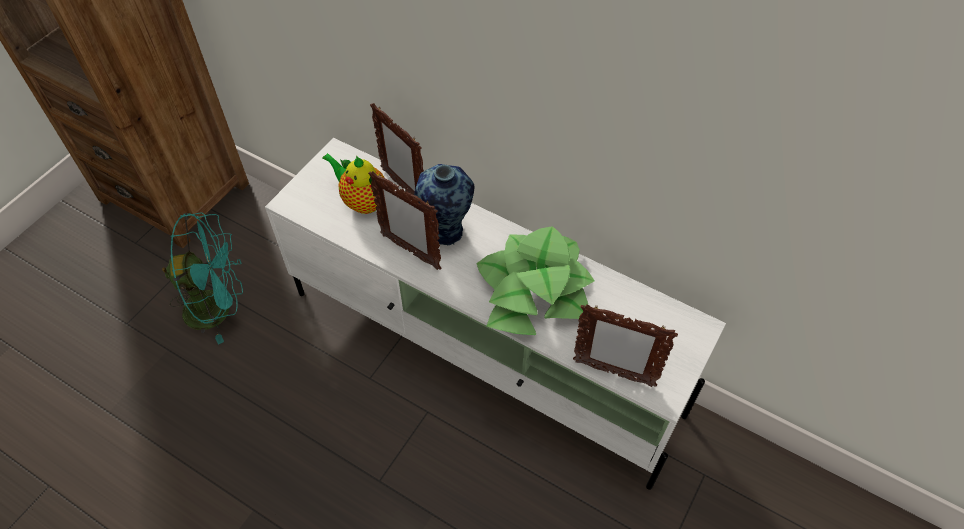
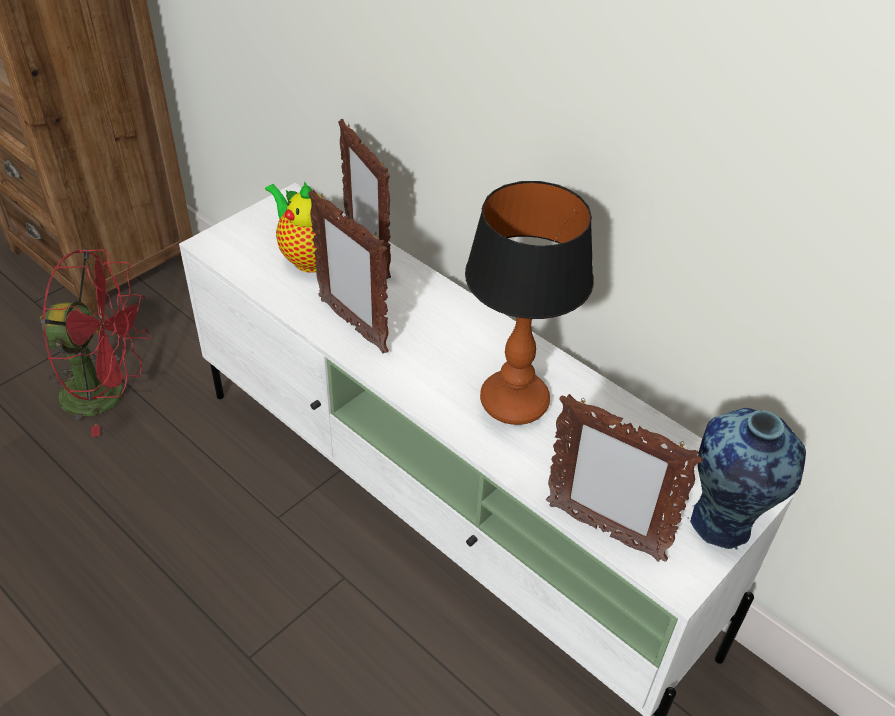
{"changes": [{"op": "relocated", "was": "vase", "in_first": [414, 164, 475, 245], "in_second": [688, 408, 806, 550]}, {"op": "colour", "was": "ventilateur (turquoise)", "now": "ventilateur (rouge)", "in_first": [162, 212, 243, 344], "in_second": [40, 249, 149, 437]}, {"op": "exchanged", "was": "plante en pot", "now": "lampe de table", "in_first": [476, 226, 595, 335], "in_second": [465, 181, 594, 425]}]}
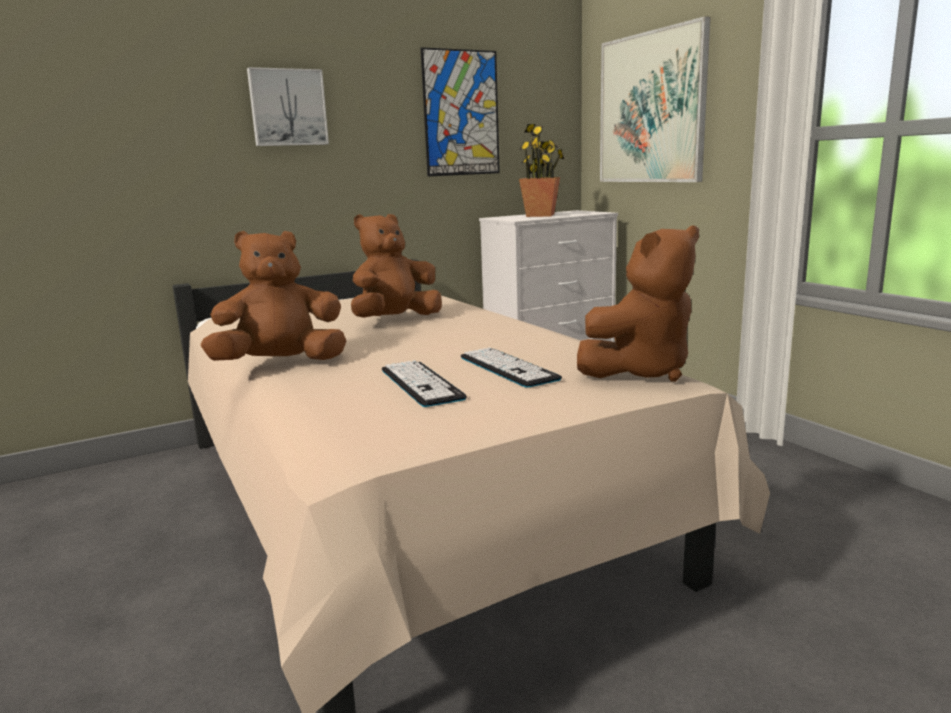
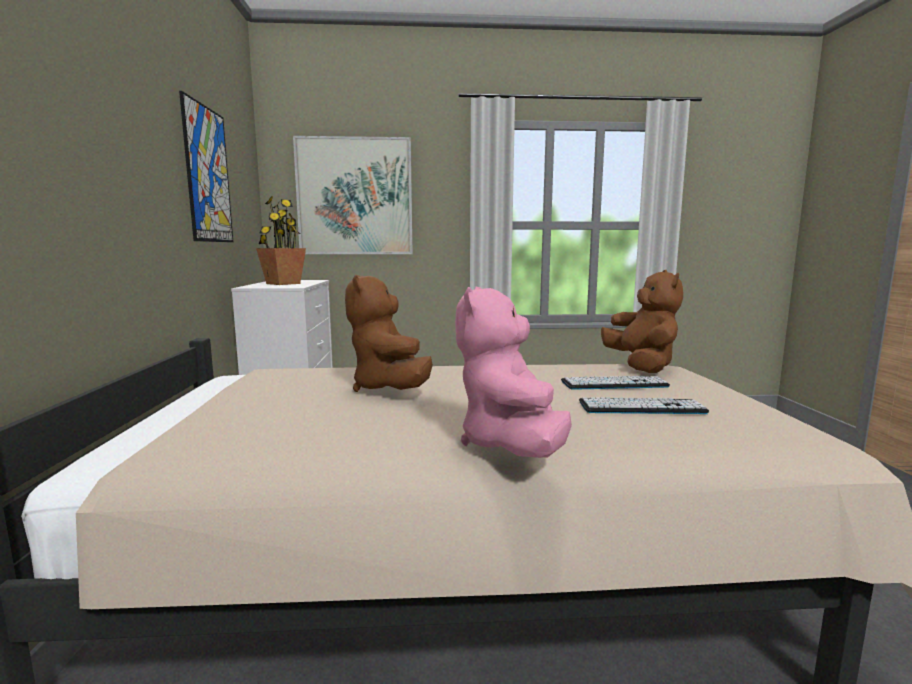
{"changes": [{"op": "missing", "was": "tableau", "in_first": [247, 67, 329, 146]}, {"op": "colour", "was": "peluche (marron)", "now": "peluche (rose)", "in_first": [201, 231, 347, 361], "in_second": [455, 287, 572, 458]}]}
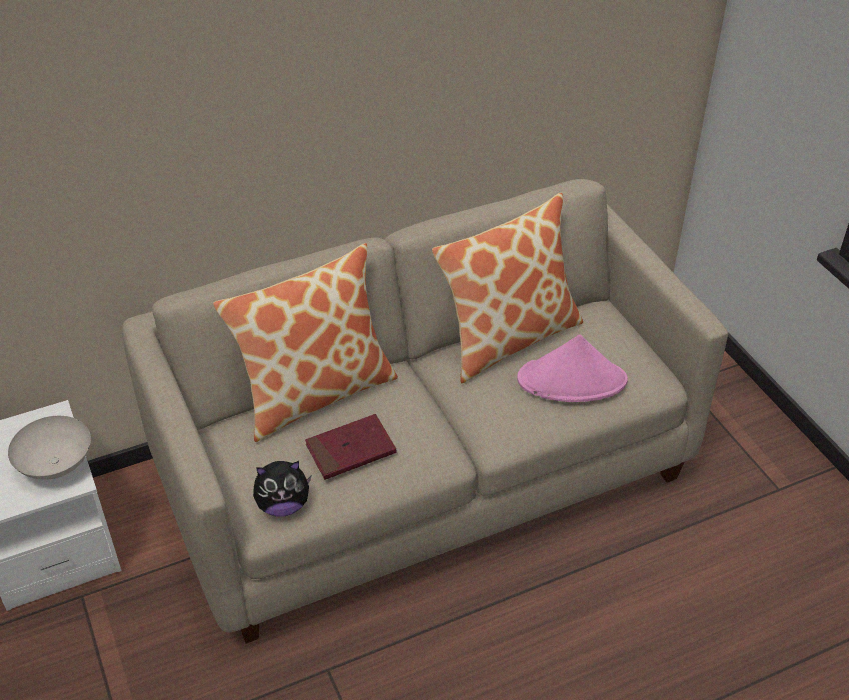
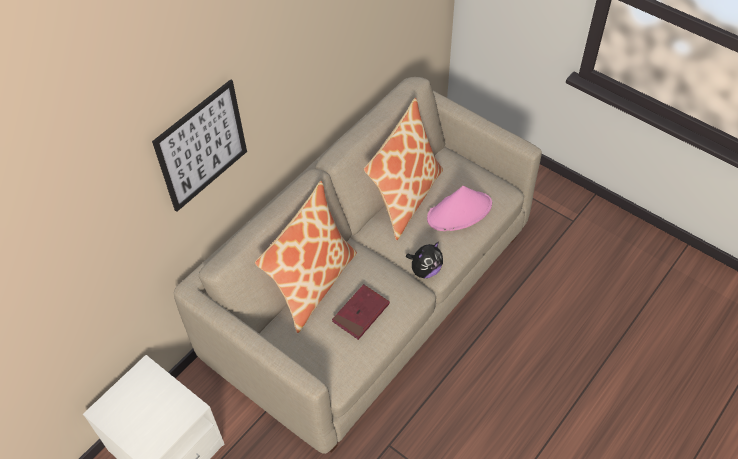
{"changes": [{"op": "missing", "was": "bol (blanc)", "in_first": [8, 416, 91, 480]}, {"op": "relocated", "was": "peluche", "in_first": [253, 461, 311, 517], "in_second": [406, 242, 443, 278]}, {"op": "appeared", "now": "tableau", "in_second": [152, 79, 247, 212]}]}
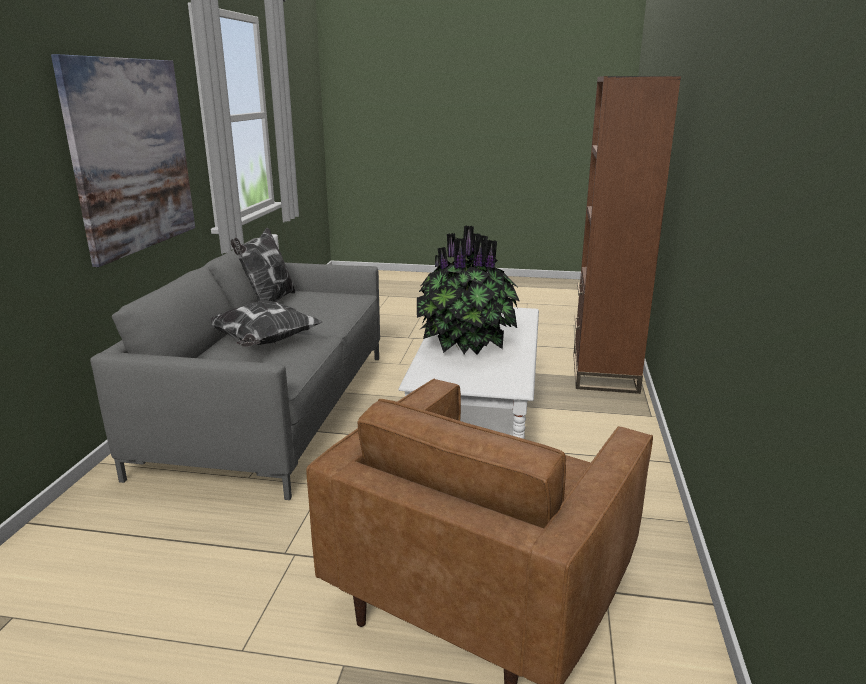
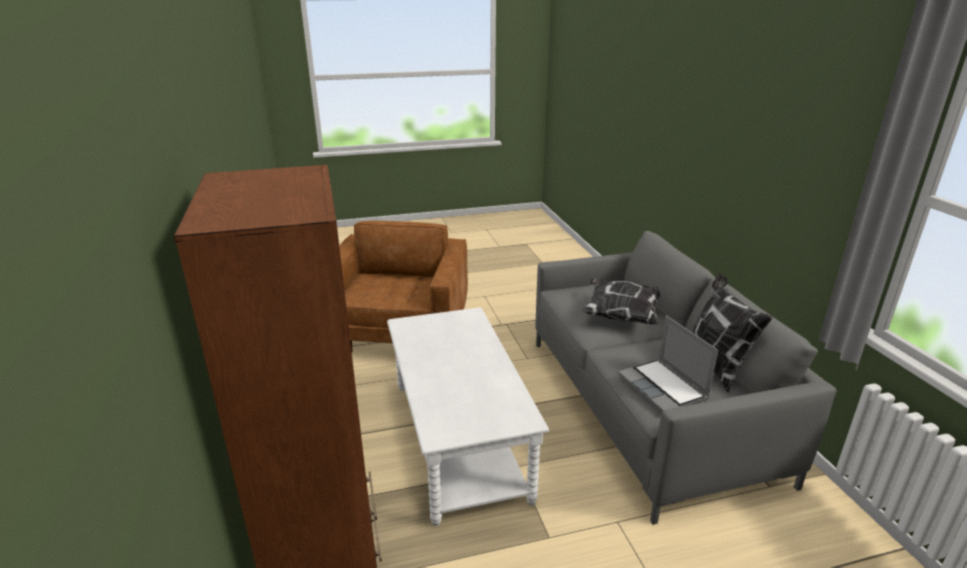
{"changes": [{"op": "missing", "was": "tableau", "in_first": [51, 54, 195, 267]}, {"op": "missing", "was": "plante en pot", "in_first": [417, 225, 520, 355]}, {"op": "appeared", "now": "ordinateur portable", "in_second": [618, 316, 718, 412]}]}
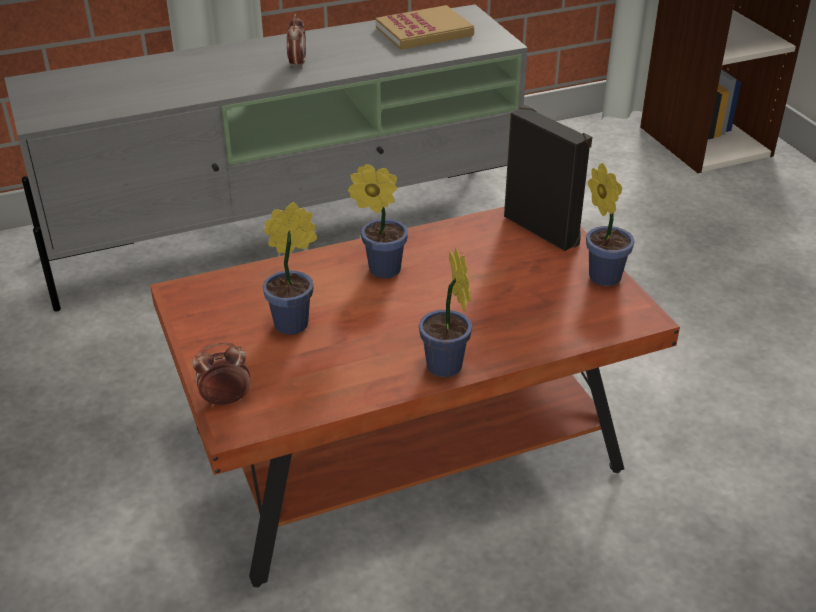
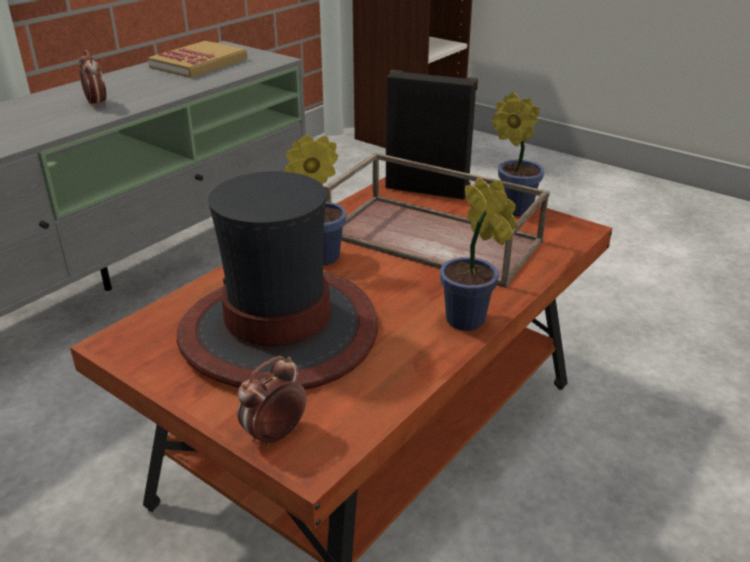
{"changes": [{"op": "exchanged", "was": "plante en pot", "now": "chapeau", "in_first": [262, 202, 317, 335], "in_second": [177, 171, 378, 390]}, {"op": "appeared", "now": "plateau (marron)", "in_second": [325, 152, 550, 288]}]}
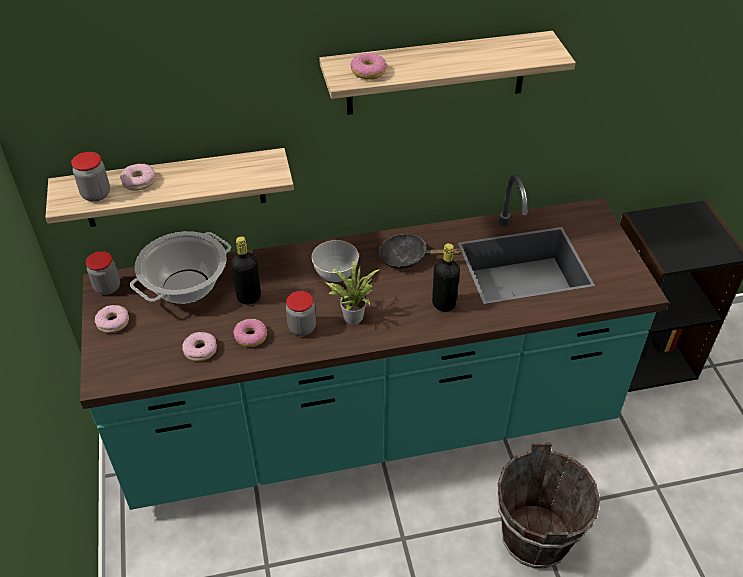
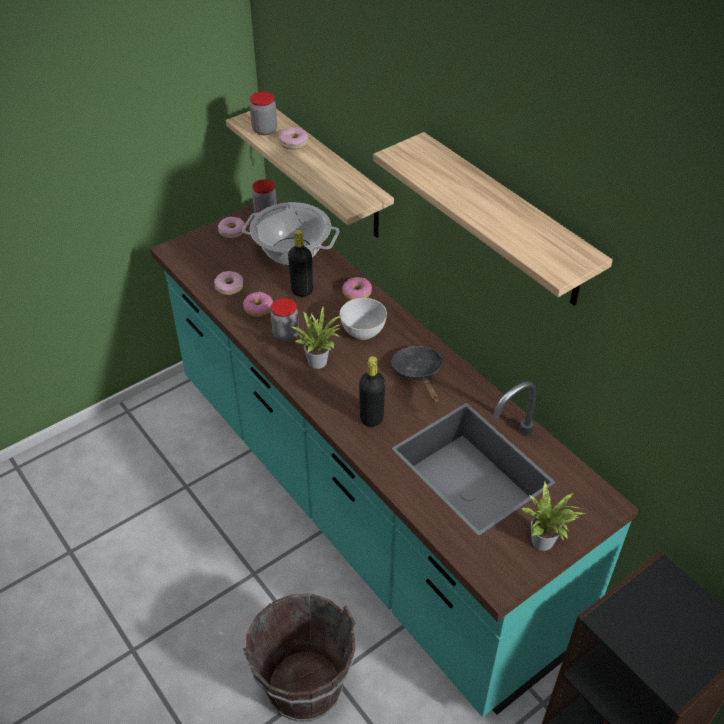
{"changes": [{"op": "relocated", "was": "beignet", "in_first": [351, 53, 387, 80], "in_second": [342, 277, 372, 300]}, {"op": "appeared", "now": "plante en pot", "in_second": [521, 482, 586, 551]}]}
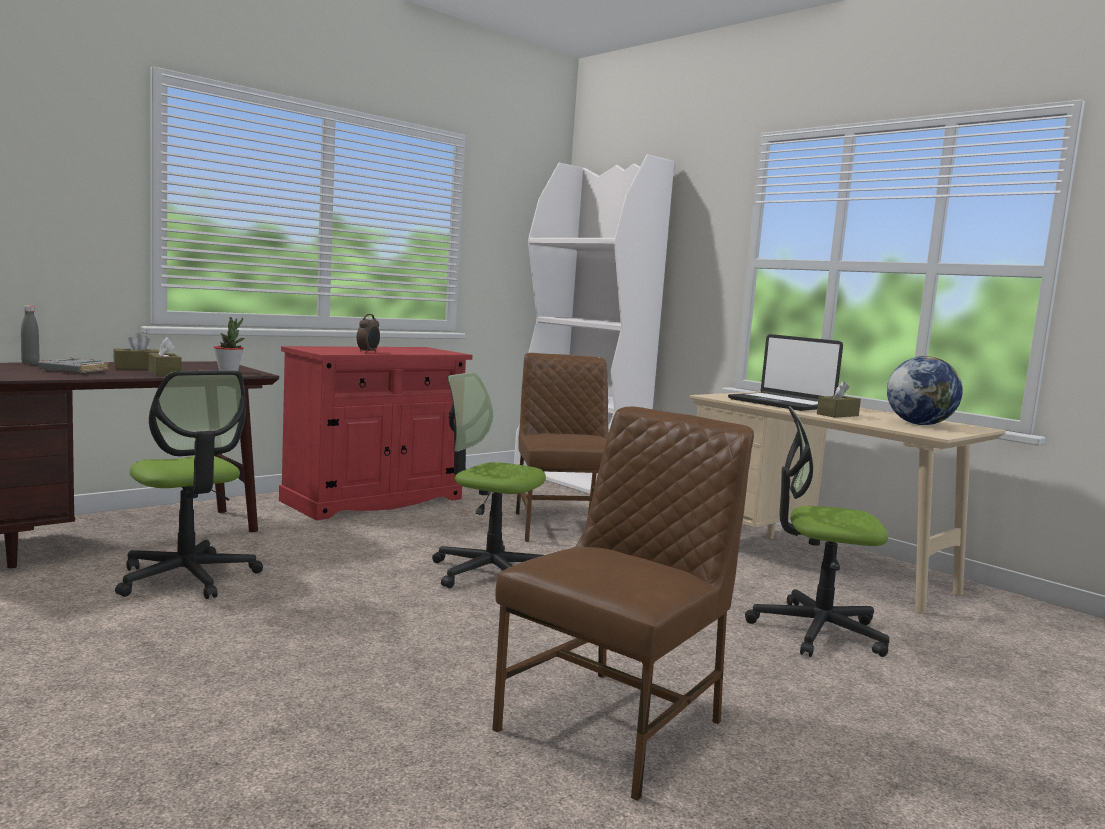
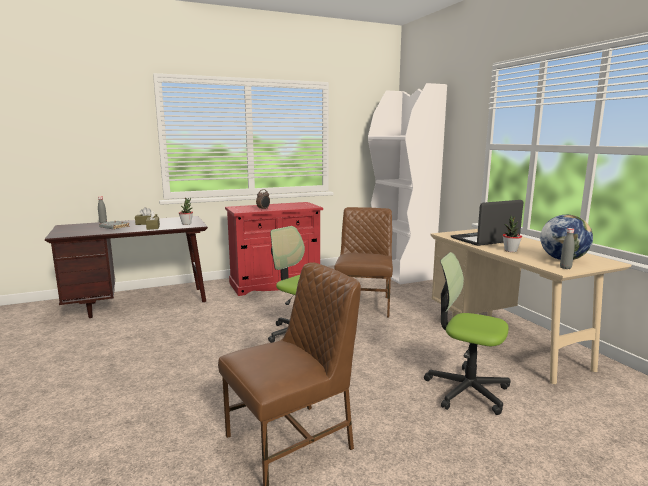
{"changes": [{"op": "spun", "was": "ordinateur portable", "in_first": [728, 334, 843, 411], "in_second": [451, 200, 523, 246], "clockwise": 90}, {"op": "missing", "was": "chaise de bureau", "in_first": [115, 371, 263, 599]}, {"op": "exchanged", "was": "boîte à mouchoirs (marron)", "now": "plante en pot", "in_first": [817, 381, 861, 418], "in_second": [503, 216, 522, 252]}, {"op": "appeared", "now": "bouteille (gris)", "in_second": [560, 228, 575, 269]}]}
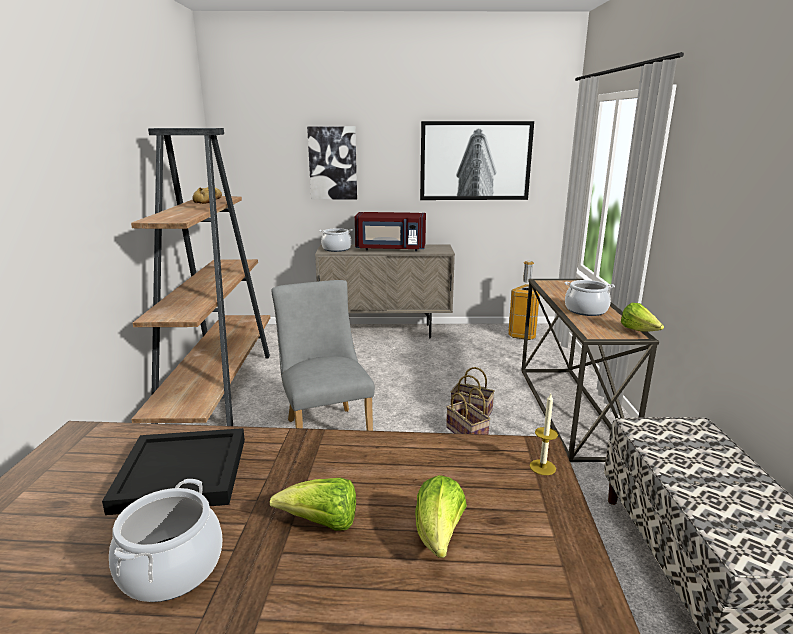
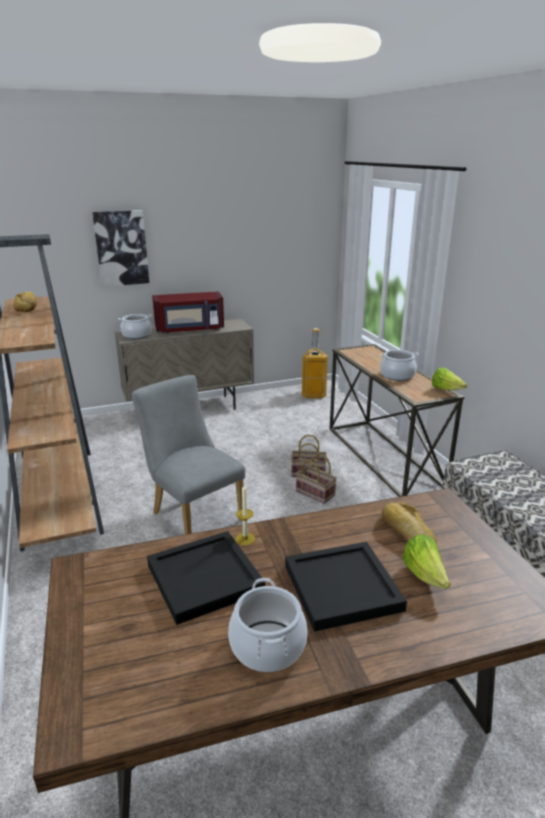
{"changes": [{"op": "missing", "was": "tableau", "in_first": [420, 121, 534, 200]}, {"op": "relocated", "was": "bougie", "in_first": [529, 394, 558, 475], "in_second": [235, 485, 255, 546]}, {"op": "exchanged", "was": "laitue", "now": "plateau (noir)", "in_first": [269, 478, 356, 531], "in_second": [285, 542, 407, 632]}, {"op": "appeared", "now": "pain", "in_second": [382, 502, 437, 544]}]}
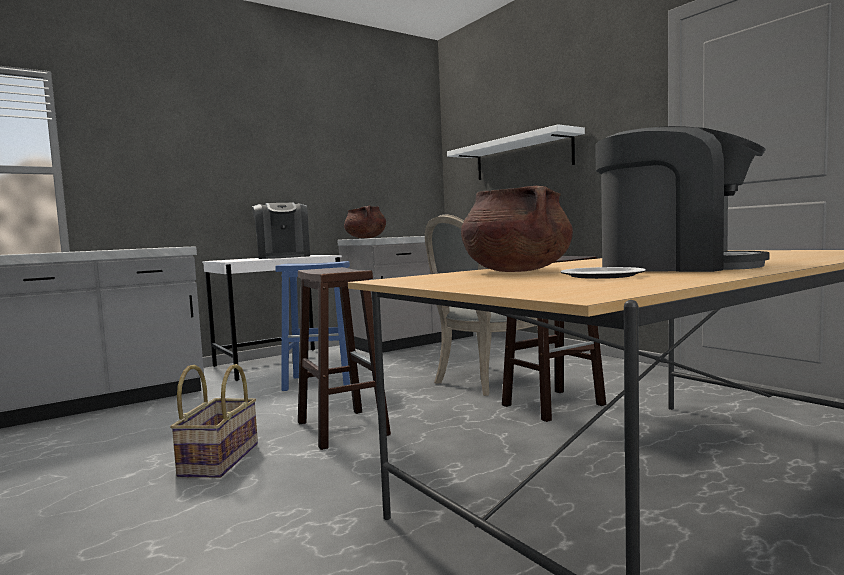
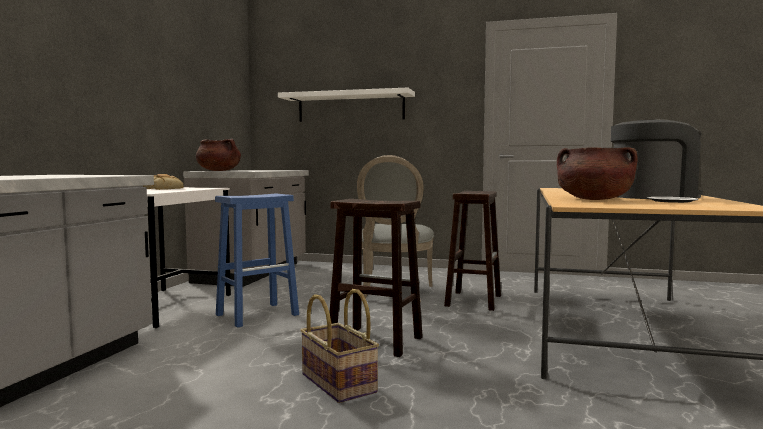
{"changes": [{"op": "exchanged", "was": "machine à café", "now": "pain", "in_first": [252, 203, 310, 259], "in_second": [143, 174, 184, 190]}]}
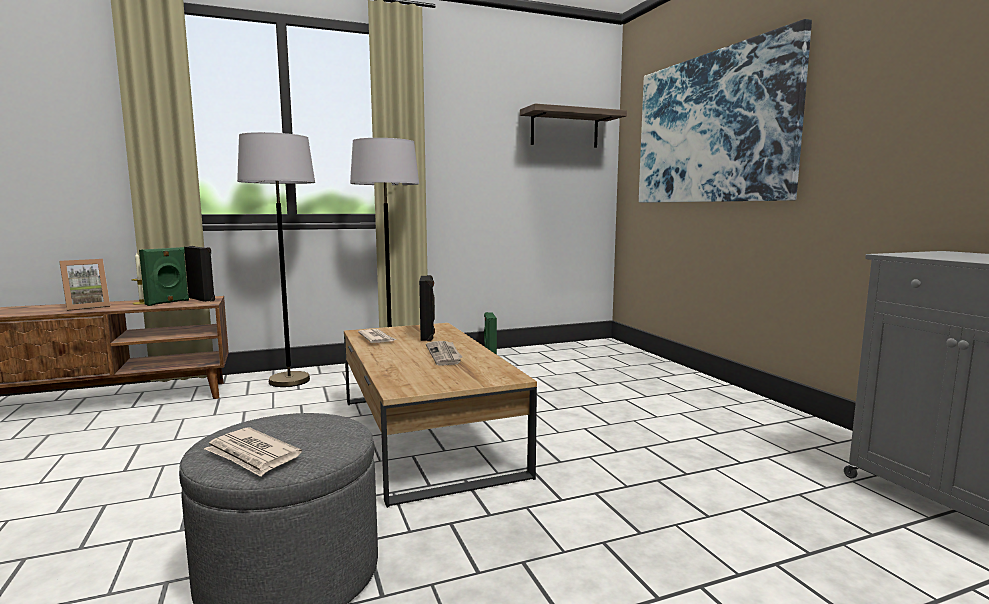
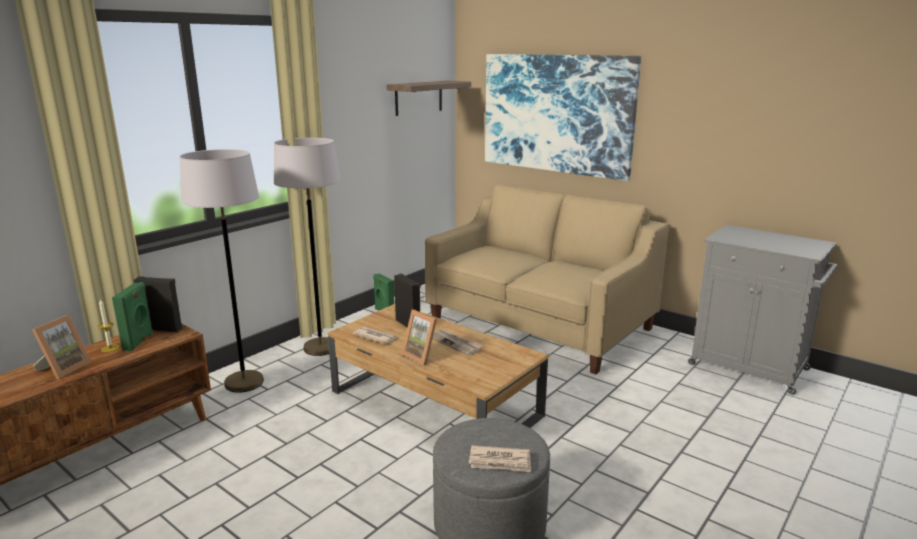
{"changes": [{"op": "appeared", "now": "canapé (beige)", "in_second": [425, 185, 670, 374]}, {"op": "appeared", "now": "cadre photo", "in_second": [401, 309, 437, 365]}]}
